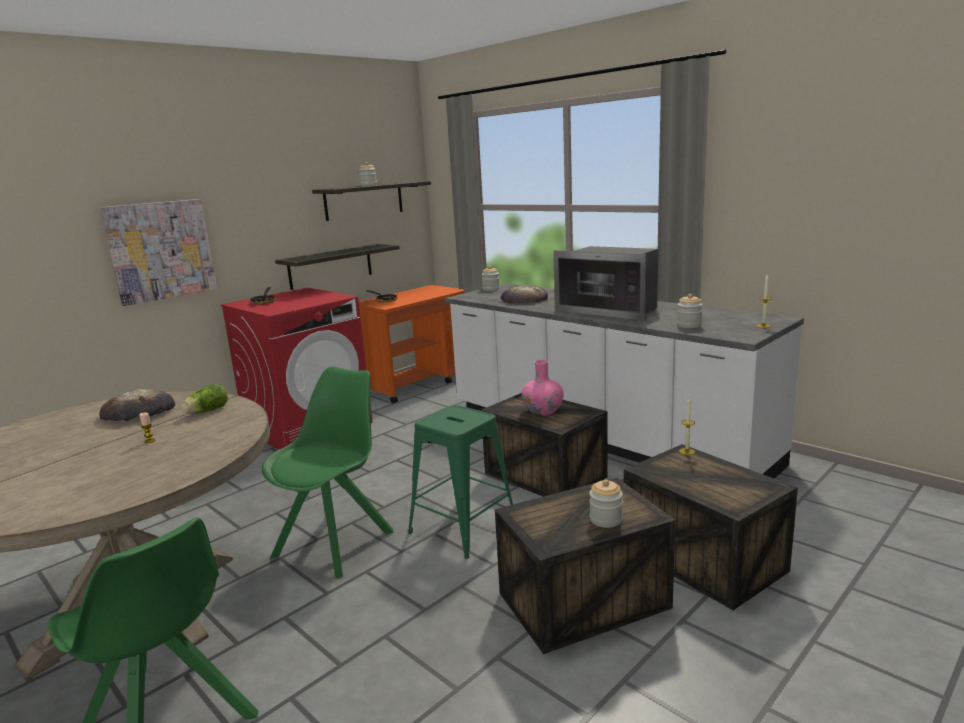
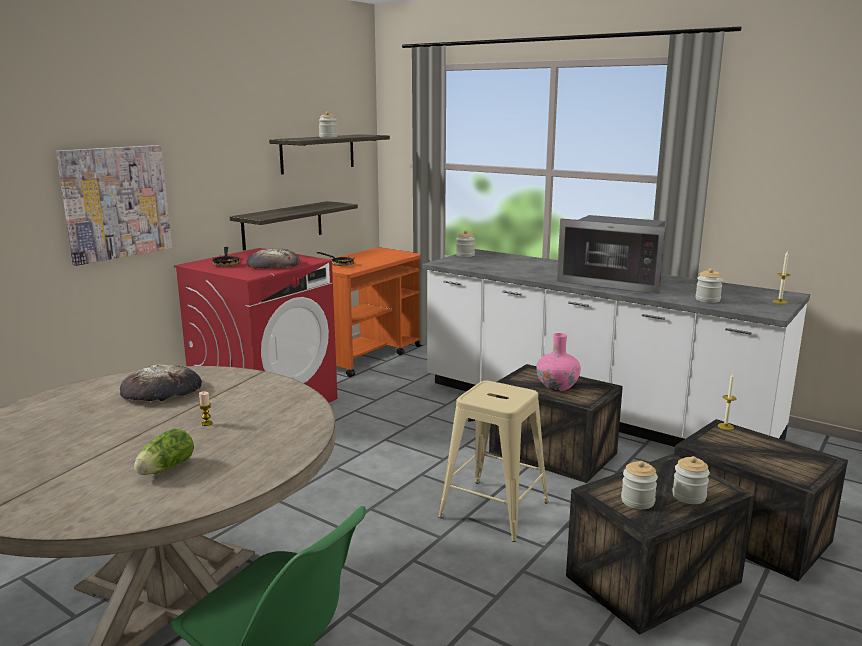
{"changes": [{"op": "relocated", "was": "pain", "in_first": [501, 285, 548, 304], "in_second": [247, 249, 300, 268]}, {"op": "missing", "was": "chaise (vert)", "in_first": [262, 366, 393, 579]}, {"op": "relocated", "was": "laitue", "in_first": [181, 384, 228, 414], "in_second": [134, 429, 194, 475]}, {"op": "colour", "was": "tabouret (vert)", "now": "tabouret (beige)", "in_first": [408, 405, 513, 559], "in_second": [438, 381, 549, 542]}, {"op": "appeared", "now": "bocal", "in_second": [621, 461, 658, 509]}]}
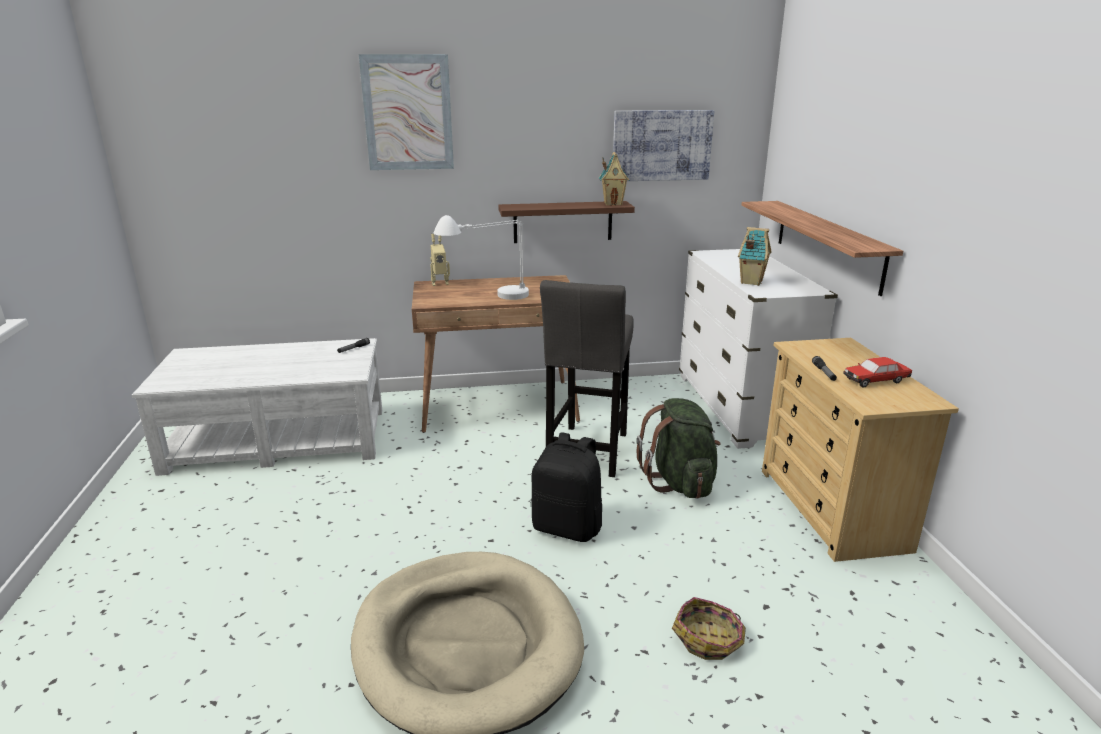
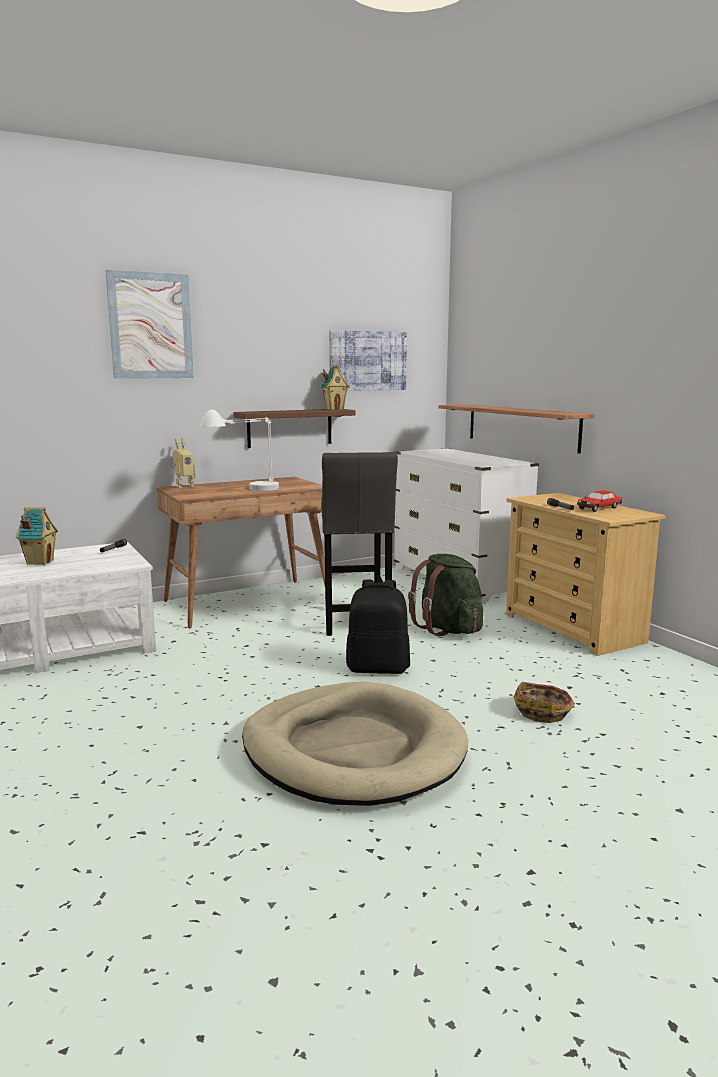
{"changes": [{"op": "relocated", "was": "maison miniature", "in_first": [738, 227, 771, 286], "in_second": [16, 507, 58, 565]}]}
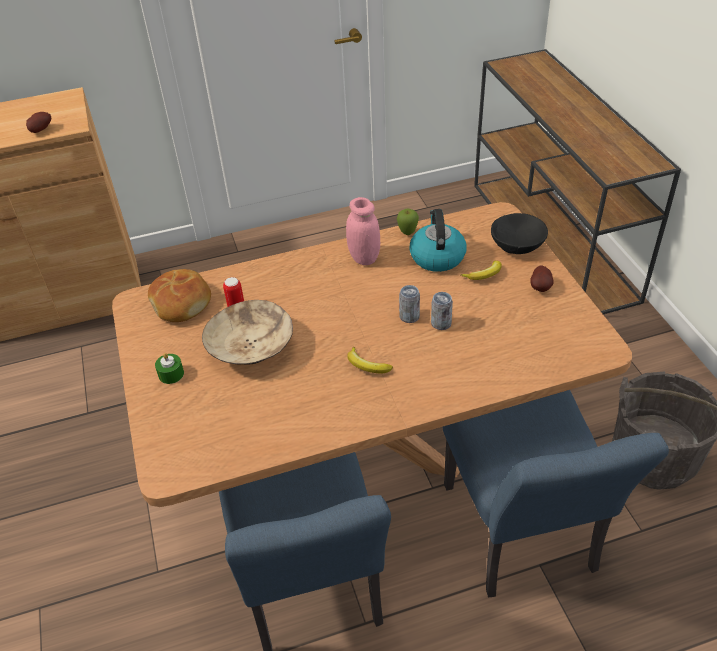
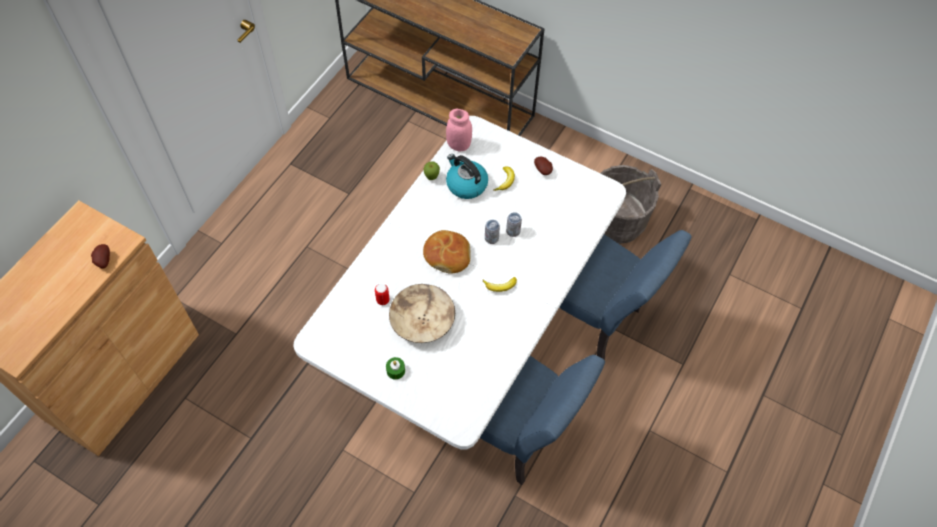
{"changes": [{"op": "relocated", "was": "bocal (rose)", "in_first": [346, 197, 380, 265], "in_second": [446, 109, 472, 151]}, {"op": "colour", "was": "table à manger (marron)", "now": "table à manger (blanc)", "in_first": [112, 202, 632, 507], "in_second": [293, 116, 626, 450]}, {"op": "missing", "was": "bol (noir)", "in_first": [491, 213, 548, 254]}, {"op": "relocated", "was": "pain", "in_first": [148, 269, 211, 322], "in_second": [423, 230, 471, 274]}]}
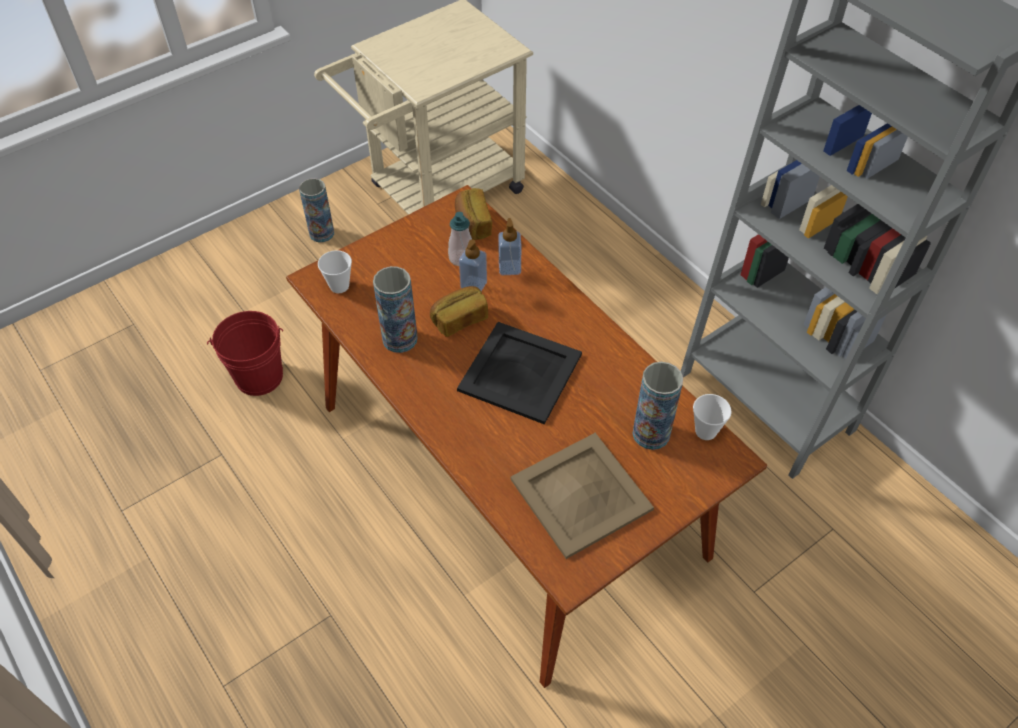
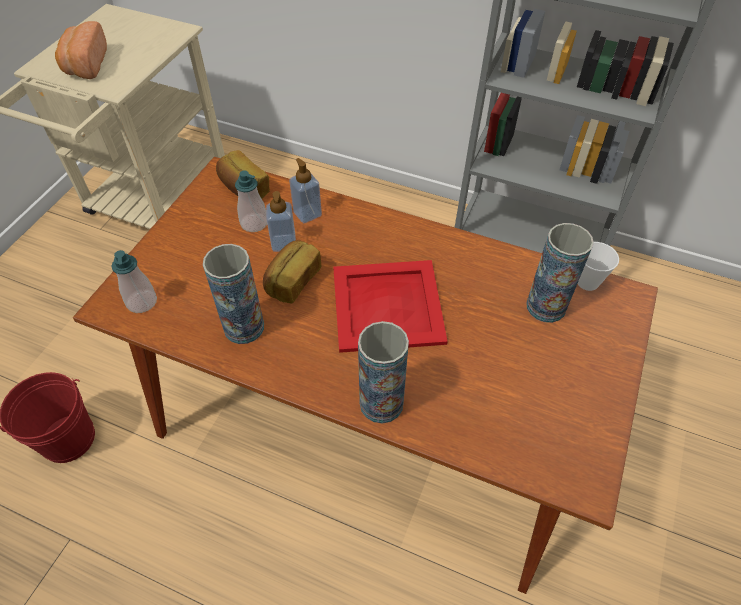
{"changes": [{"op": "relocated", "was": "vase", "in_first": [299, 178, 334, 243], "in_second": [358, 321, 409, 424]}, {"op": "exchanged", "was": "tasse", "now": "distributeur de savon", "in_first": [318, 250, 352, 293], "in_second": [111, 250, 157, 313]}, {"op": "colour", "was": "plateau (noir)", "now": "plateau (rouge)", "in_first": [457, 322, 582, 425], "in_second": [333, 260, 448, 353]}, {"op": "missing", "was": "plateau (beige)", "in_first": [510, 433, 654, 559]}, {"op": "appeared", "now": "pain", "in_second": [55, 21, 107, 79]}]}
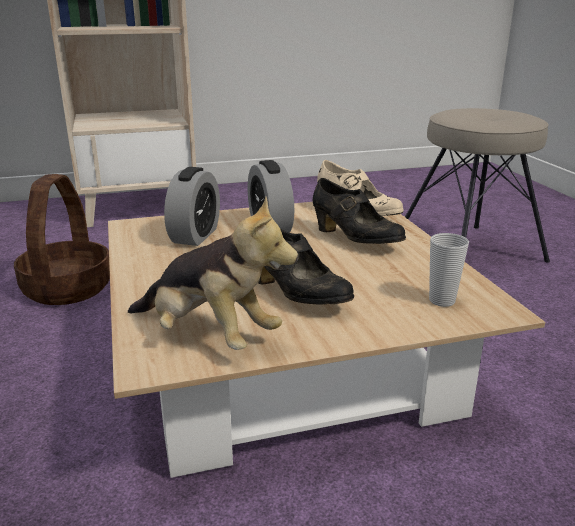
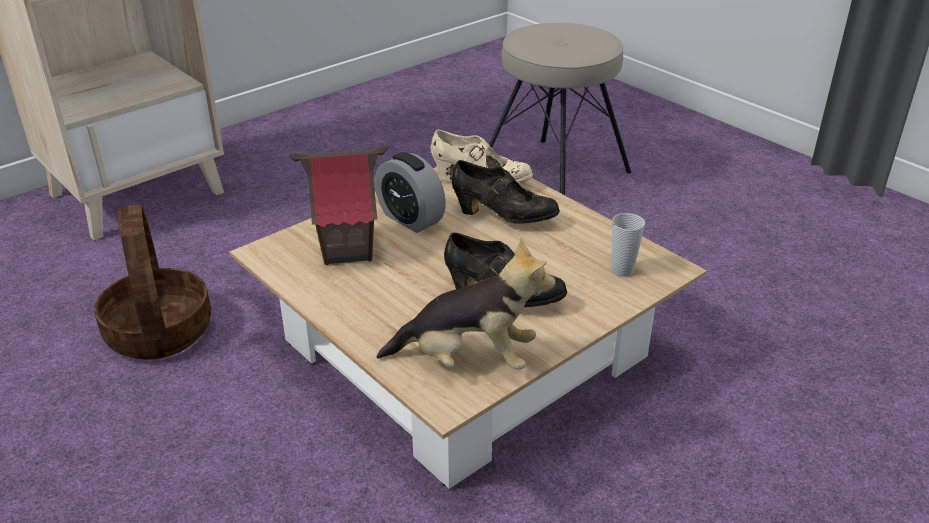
{"changes": [{"op": "exchanged", "was": "réveil", "now": "maison miniature", "in_first": [164, 167, 220, 246], "in_second": [289, 146, 387, 265]}]}
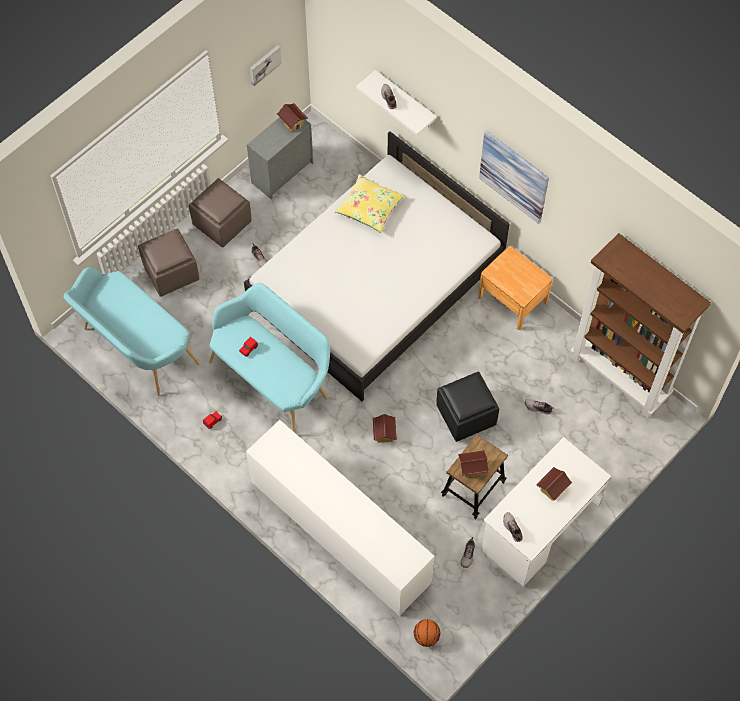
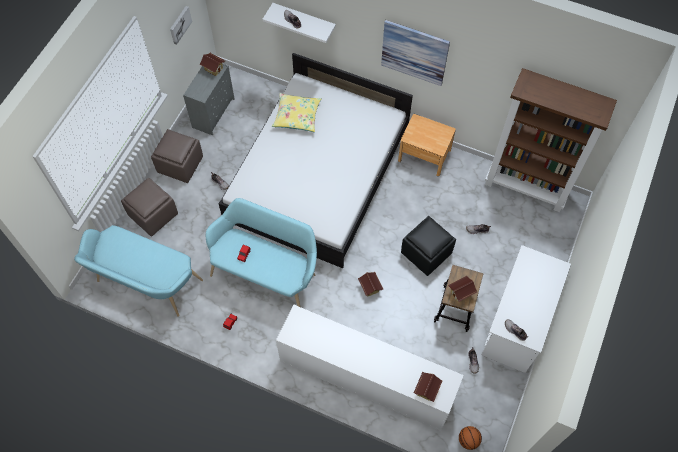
{"changes": [{"op": "relocated", "was": "maison miniature", "in_first": [536, 467, 572, 501], "in_second": [414, 372, 443, 402]}]}
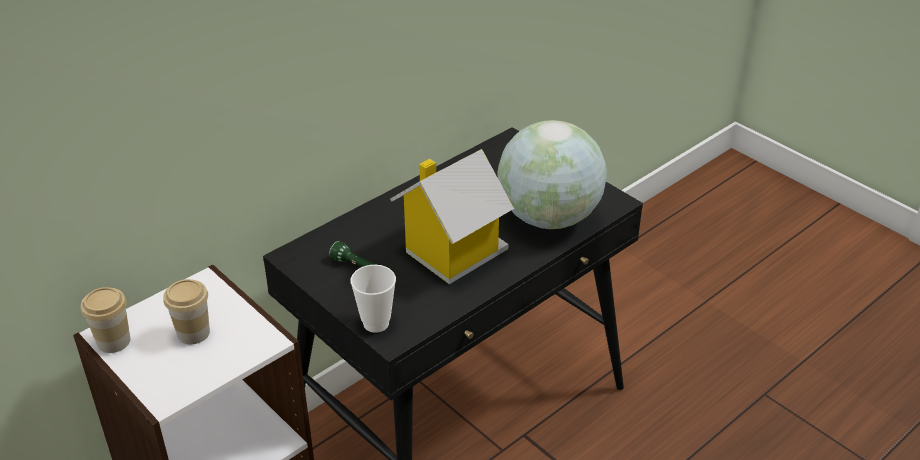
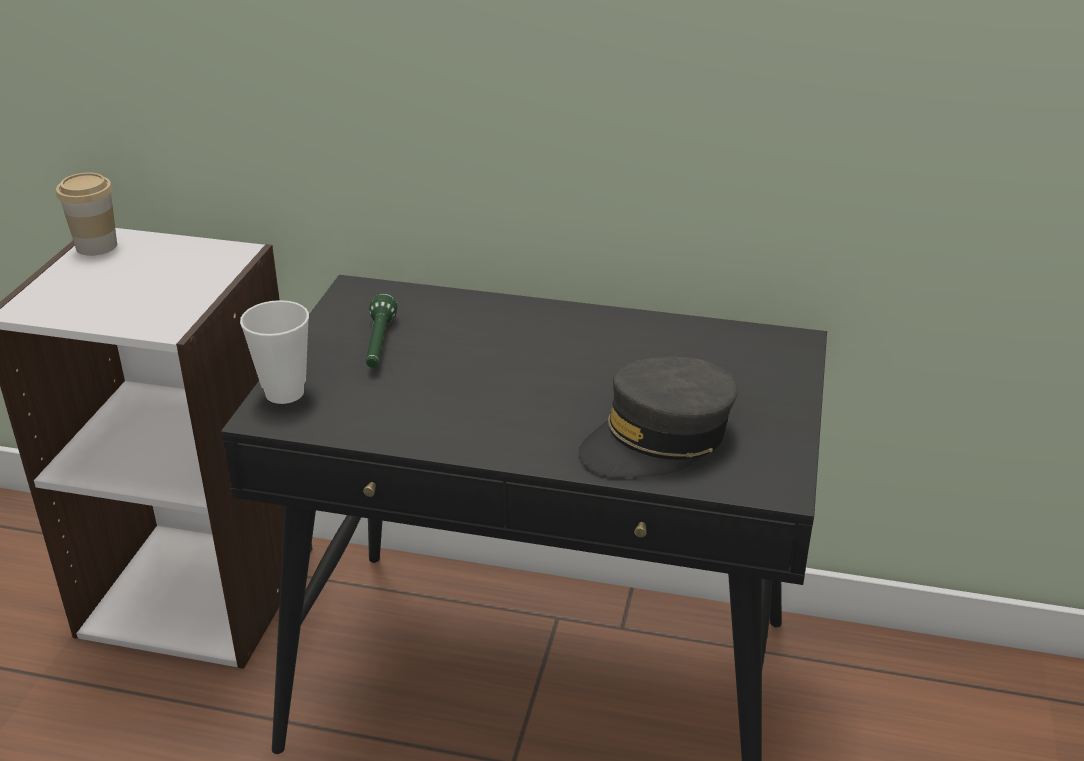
{"changes": [{"op": "exchanged", "was": "globe", "now": "casquette (gris)", "in_first": [497, 120, 607, 229], "in_second": [579, 357, 738, 478]}, {"op": "missing", "was": "maison miniature", "in_first": [390, 149, 514, 284]}, {"op": "missing", "was": "tasse", "in_first": [163, 279, 210, 344]}]}
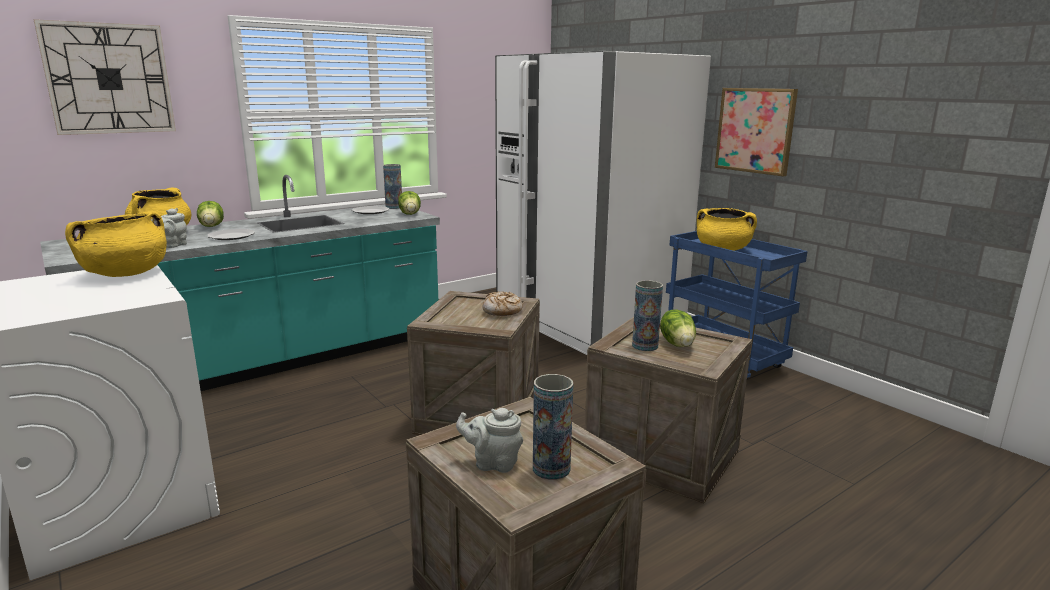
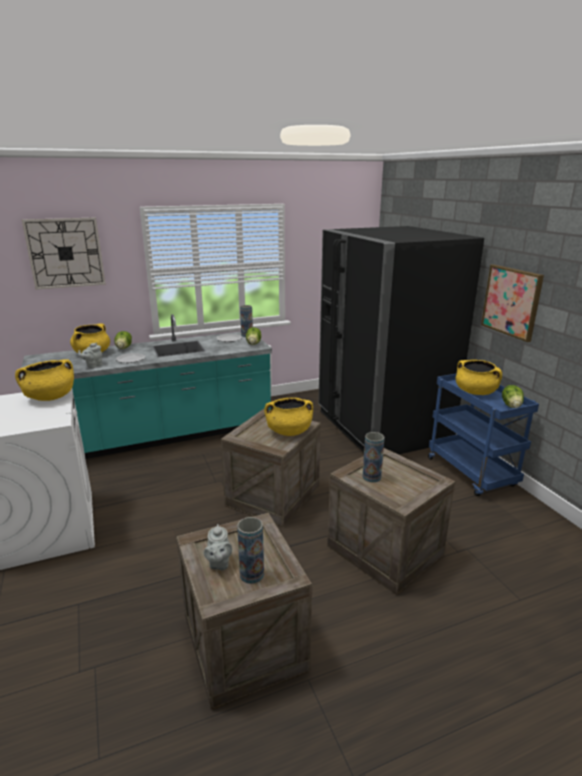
{"changes": [{"op": "colour", "was": "réfrigérateur (blanc)", "now": "réfrigérateur (noir)", "in_first": [495, 51, 711, 355], "in_second": [318, 226, 484, 455]}, {"op": "exchanged", "was": "pain", "now": "marmite (jaune)", "in_first": [483, 291, 523, 316], "in_second": [264, 398, 313, 436]}, {"op": "relocated", "was": "laitue", "in_first": [660, 309, 696, 347], "in_second": [502, 385, 524, 408]}, {"op": "spun", "was": "théière (gris)", "in_first": [456, 408, 523, 473], "in_second": [204, 524, 232, 570], "clockwise": -120}]}
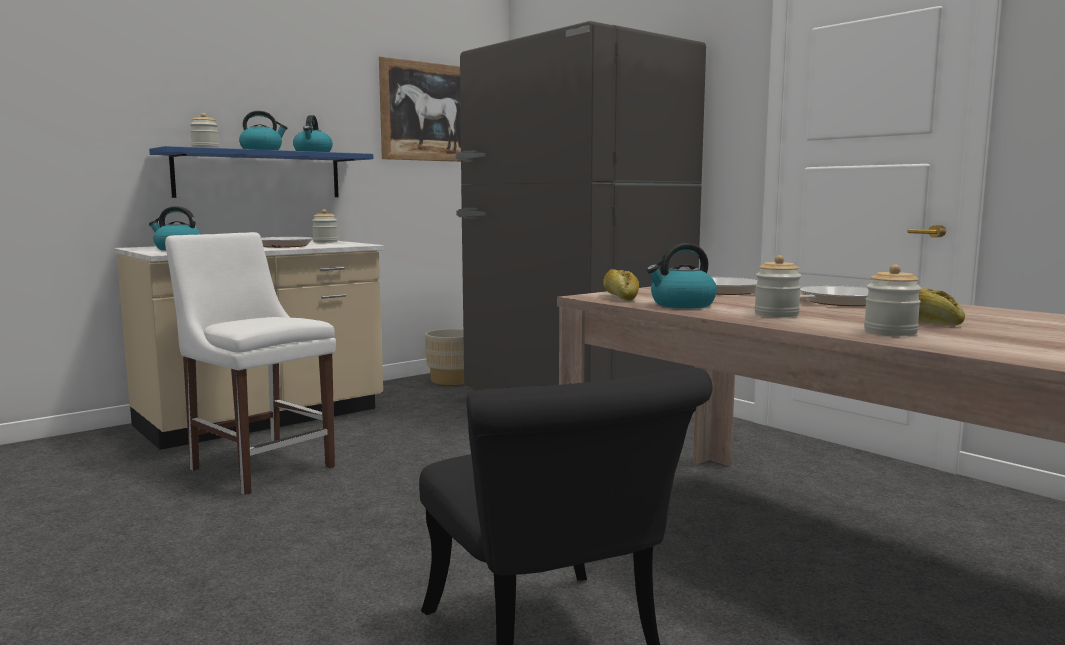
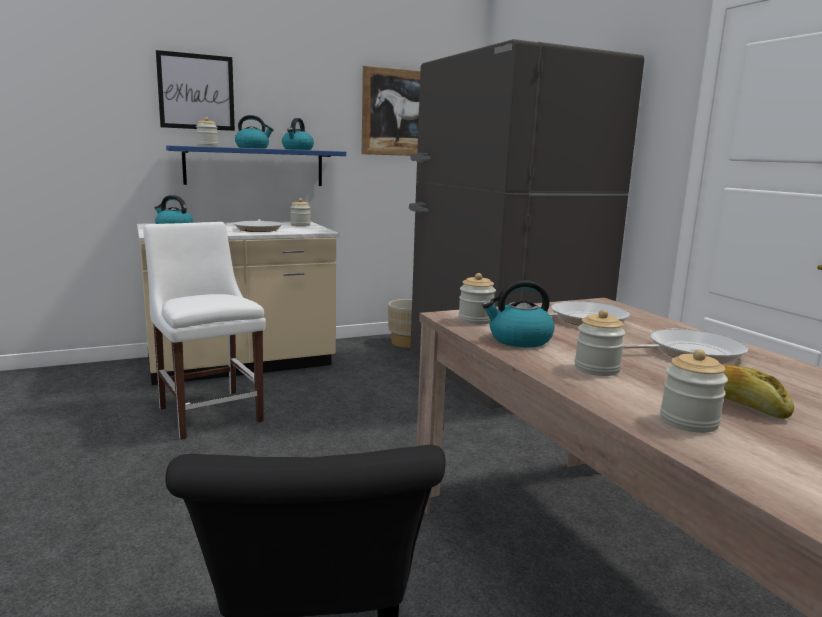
{"changes": [{"op": "exchanged", "was": "pain", "now": "bocal", "in_first": [603, 269, 639, 301], "in_second": [458, 273, 496, 325]}, {"op": "appeared", "now": "tableau", "in_second": [156, 50, 235, 131]}]}
